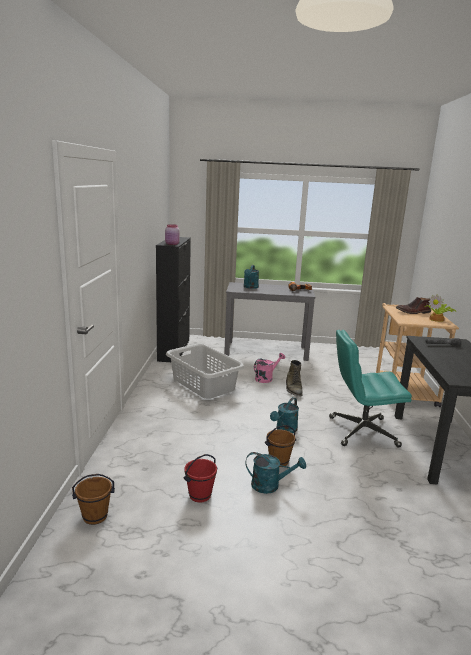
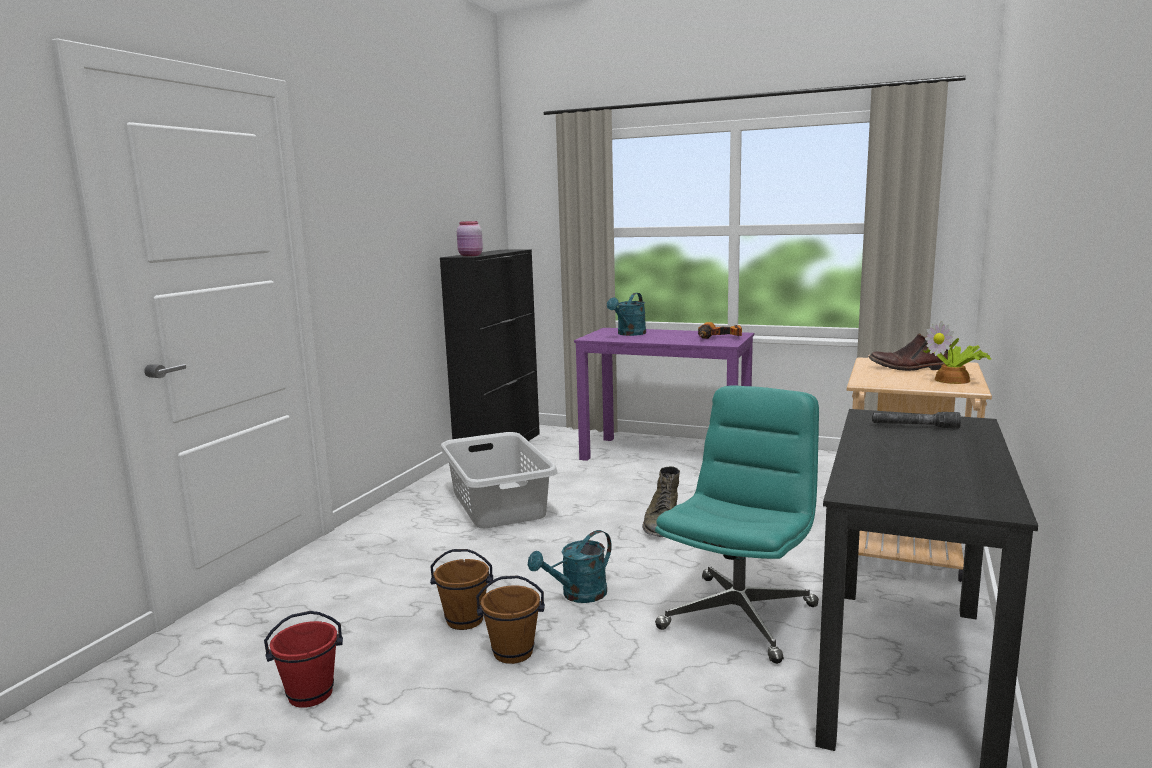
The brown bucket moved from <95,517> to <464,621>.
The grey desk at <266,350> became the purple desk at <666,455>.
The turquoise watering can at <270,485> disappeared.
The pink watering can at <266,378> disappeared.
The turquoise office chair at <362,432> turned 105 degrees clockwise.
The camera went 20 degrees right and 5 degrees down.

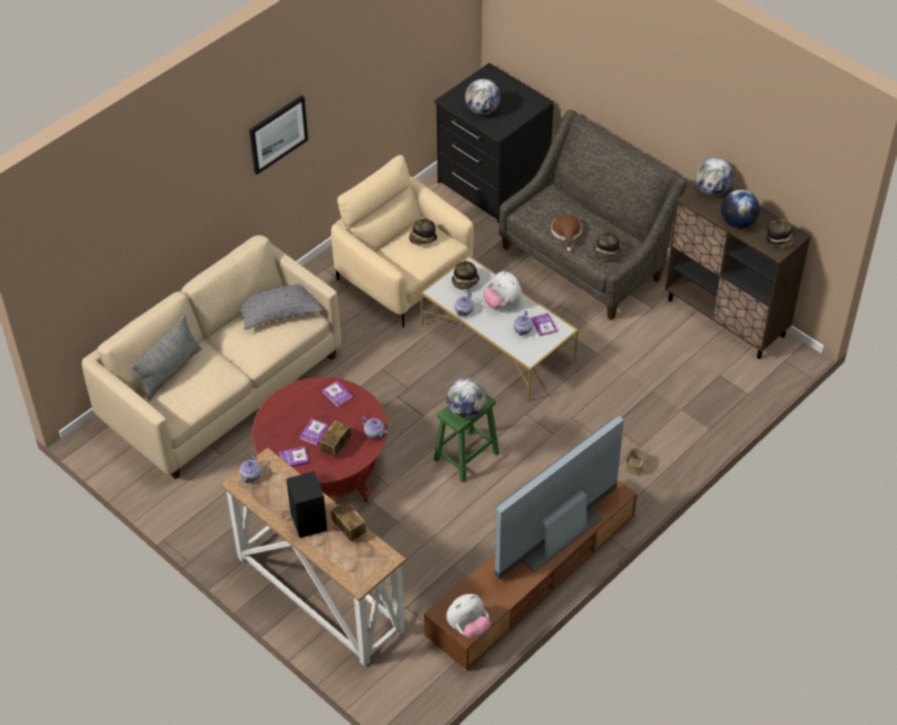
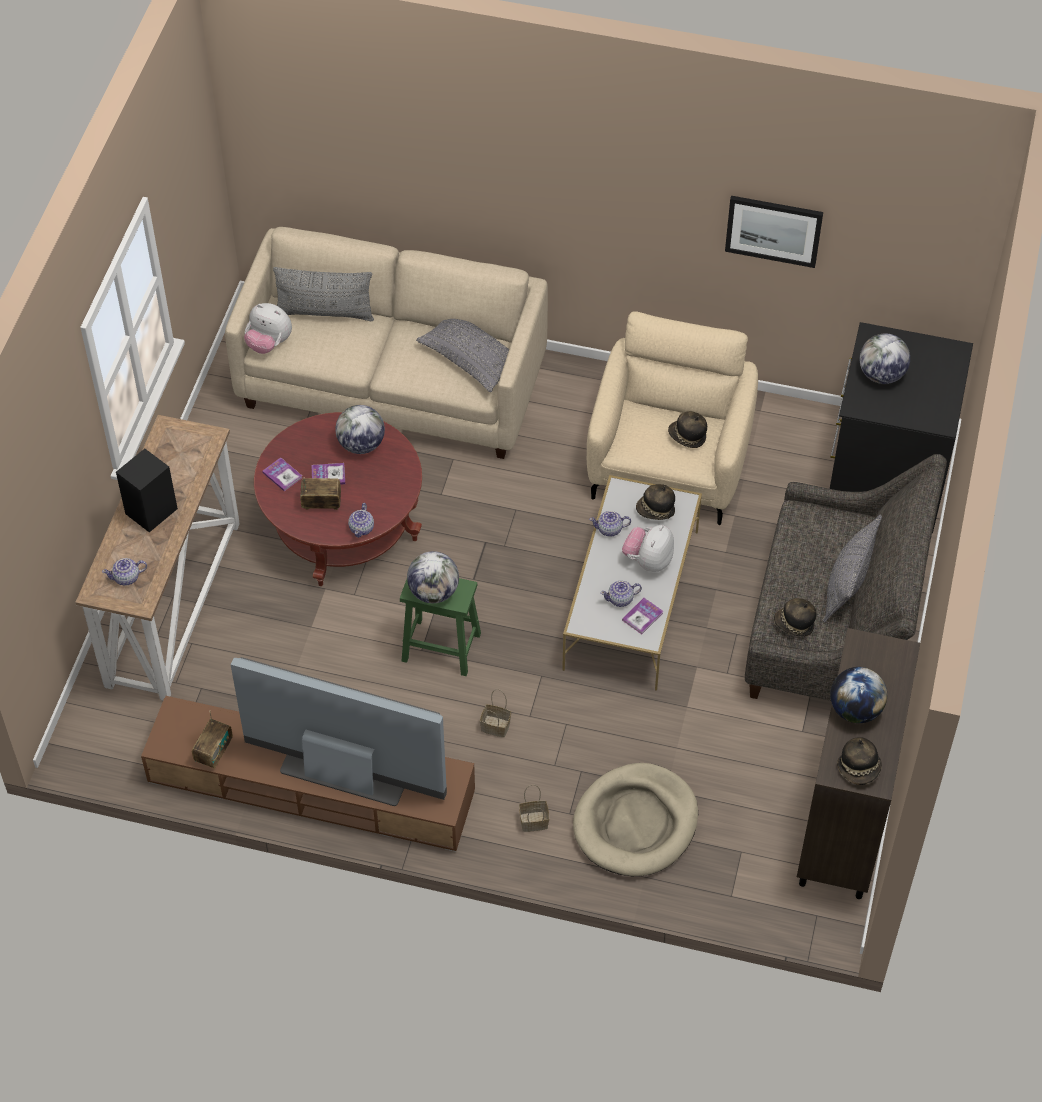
The teapot moved from <251,475> to <127,577>.
The picture moved from <278,134> to <773,230>.
The book at <337,394> disappeared.
The radio moved from <349,529> to <214,752>.
The plush toy moved from <468,627> to <269,343>.
The brown hat at <567,233> disappeared.
The globe moved from <712,190> to <361,444>.
The basket at <494,726> appeared.
The beige dog bed at <636,823> appeared.
The grey pillow at <847,584> appeared.
The camera went 60 degrees right and 5 degrees up.

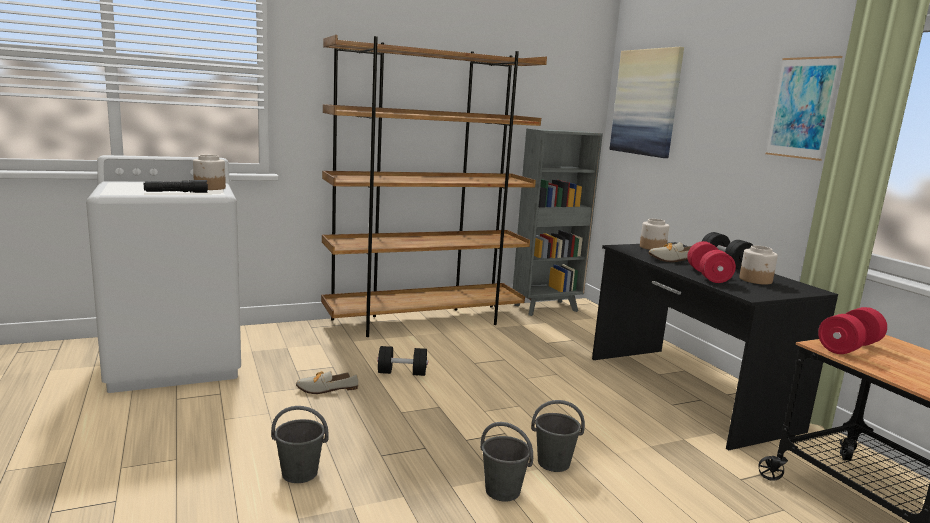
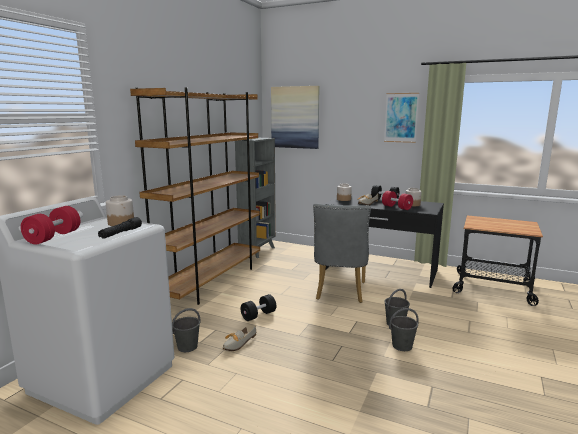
The grey bucket moved from <299,473> to <187,347>.
The red dumbbell moved from <848,347> to <53,237>.
The grey chair at <340,292> appeared.
The camera went 40 degrees left and 0 degrees up.

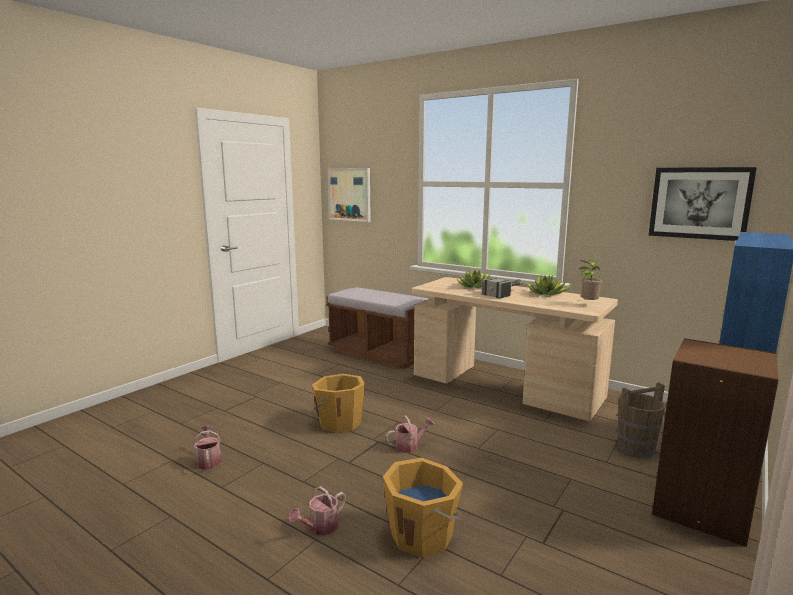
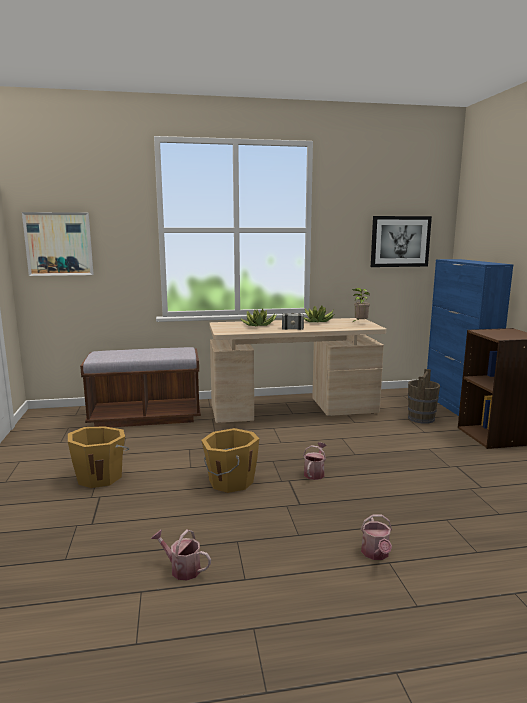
The orange bucket moved from <423,534> to <100,476>.
The camera went 45 degrees left and 0 degrees up.

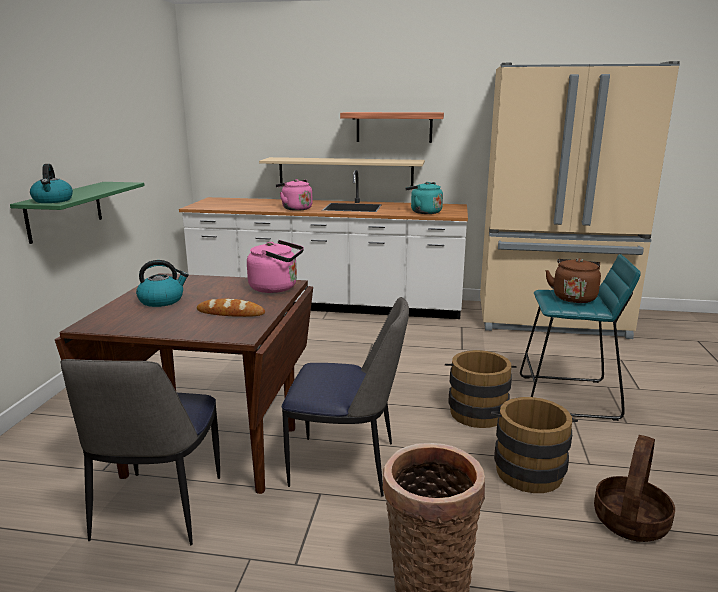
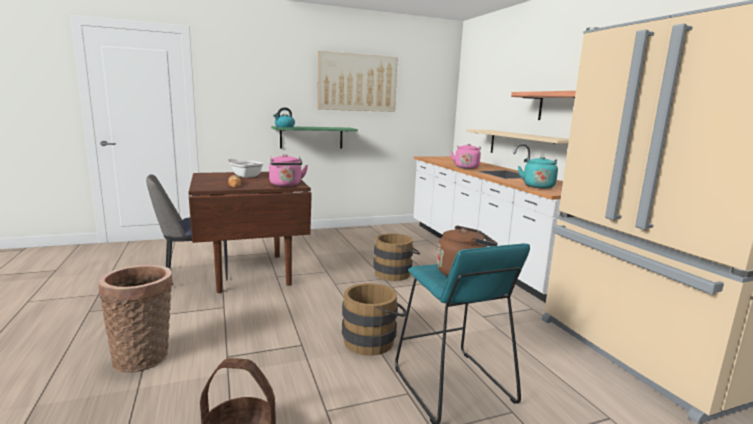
The kettle at <162,300> was replaced by the frying pan at <245,176>.
The chair at <346,465> disappeared.
The brown bucket moved from <527,468> to <395,273>.
The picture at <357,82> appeared.
The camera went 60 degrees right and 5 degrees down.

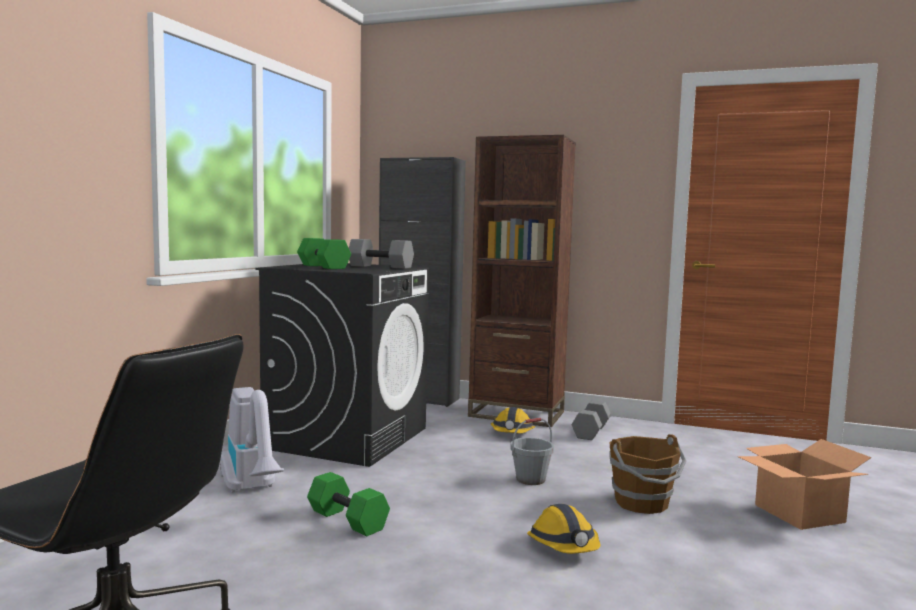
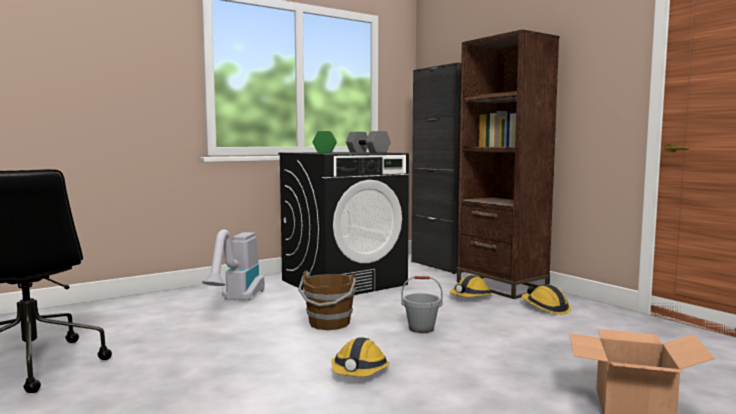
The green dumbbell at <346,520> disappeared.
The grey dumbbell at <592,432> was replaced by the hard hat at <545,308>.
The brown bucket moved from <642,503> to <329,323>.
The camera went 35 degrees right and 0 degrees up.

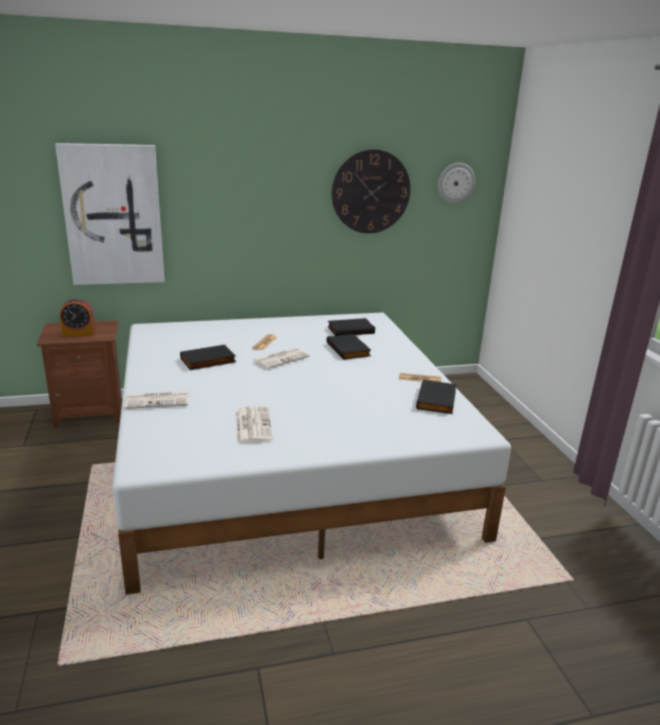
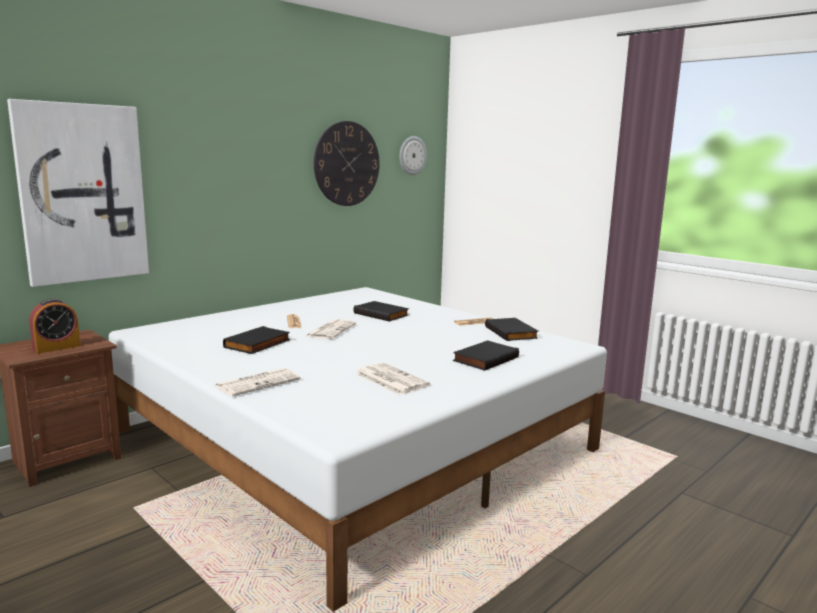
The black book moved from <350,329> to <485,358>.
The camera went 30 degrees left and 10 degrees down.

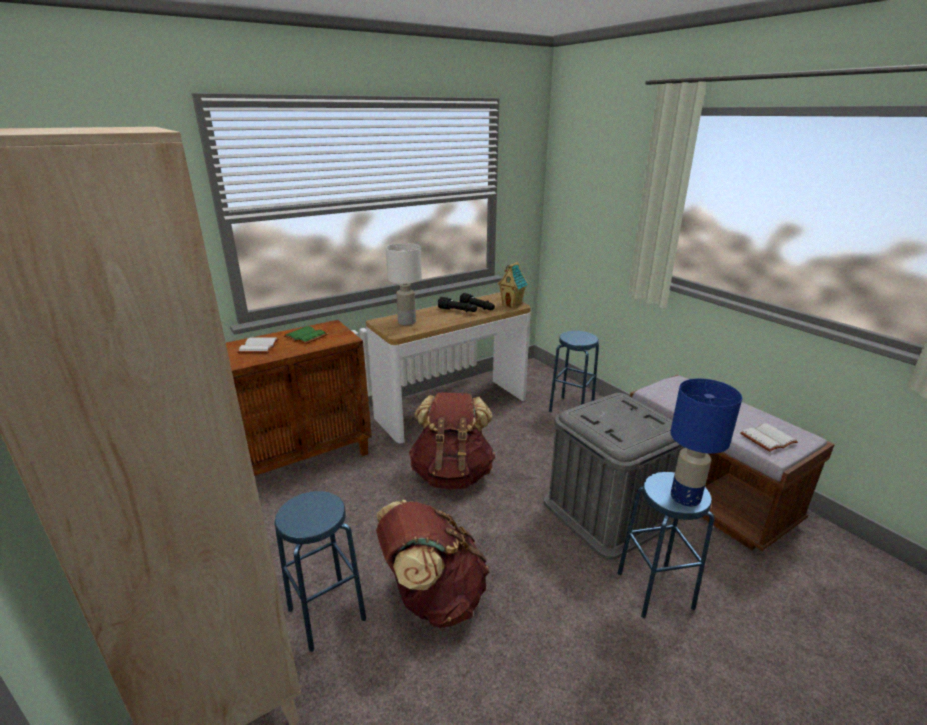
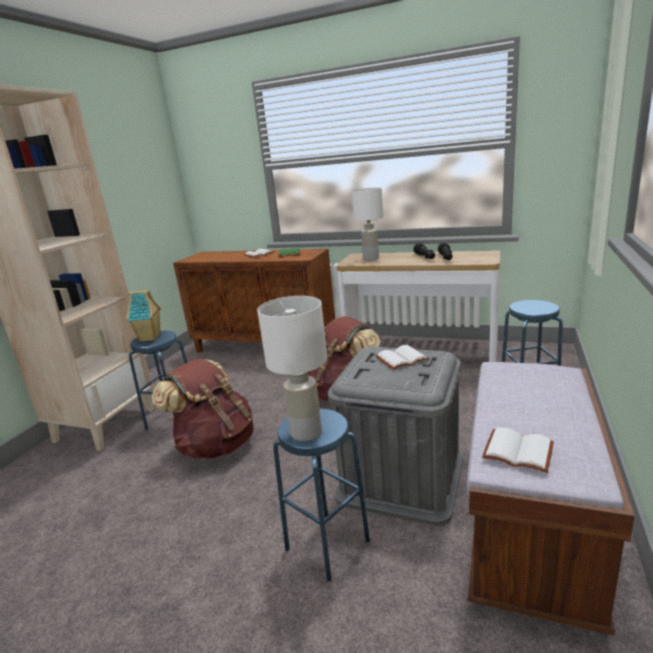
The toy house moved from <512,304> to <150,338>.
The blue table lamp at <684,497> became the white table lamp at <306,432>.
The white book at <402,359> appeared.
The camera went 55 degrees right and 5 degrees down.

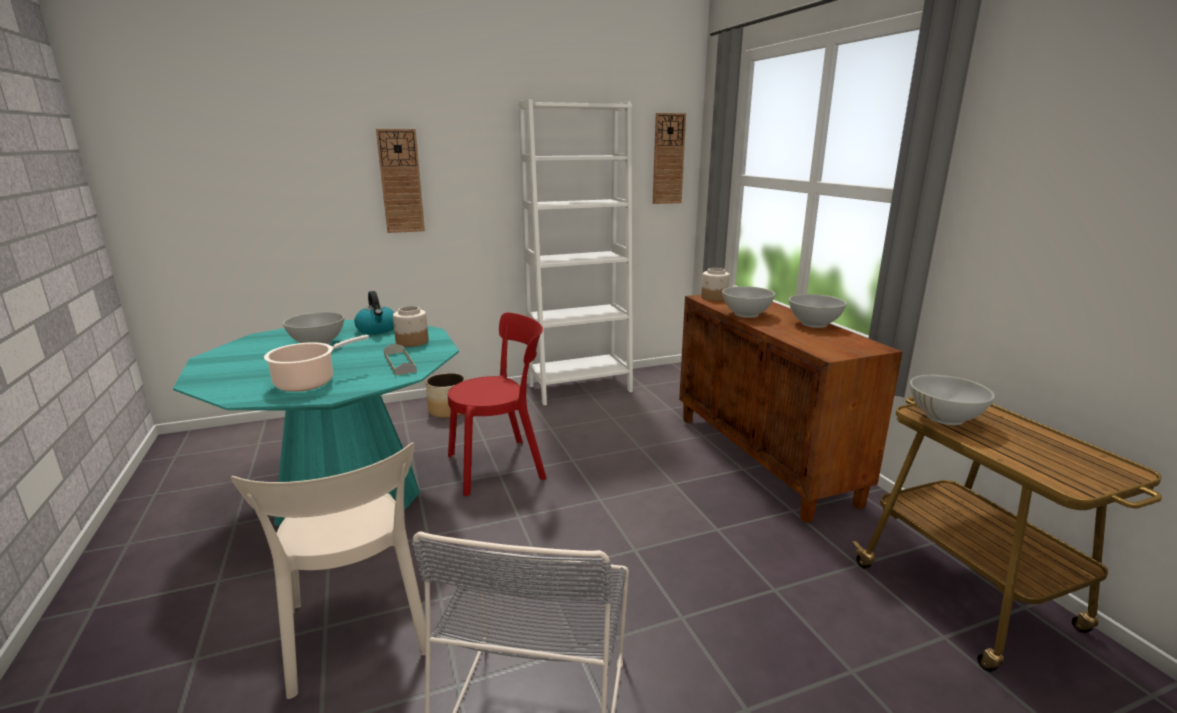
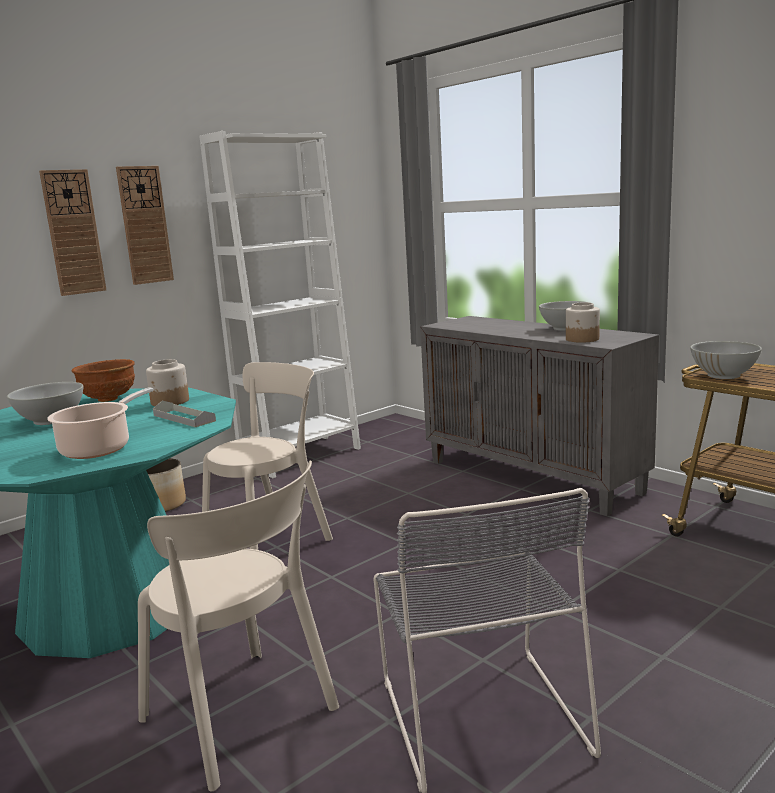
The kettle at <377,329> was replaced by the brown bowl at <109,399>.
The red chair at <501,465> became the beige chair at <272,539>.
The wall clock moved from <668,159> to <145,225>.
The brown cabinet at <764,458> became the grey cabinet at <533,477>.
The jar moved from <714,297> to <582,339>.
The white bowl at <746,314> disappeared.
The camera went 20 degrees left and 5 degrees down.

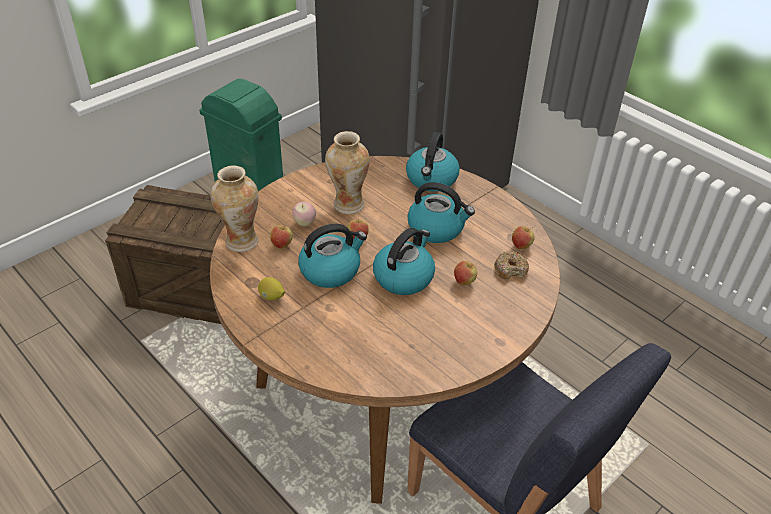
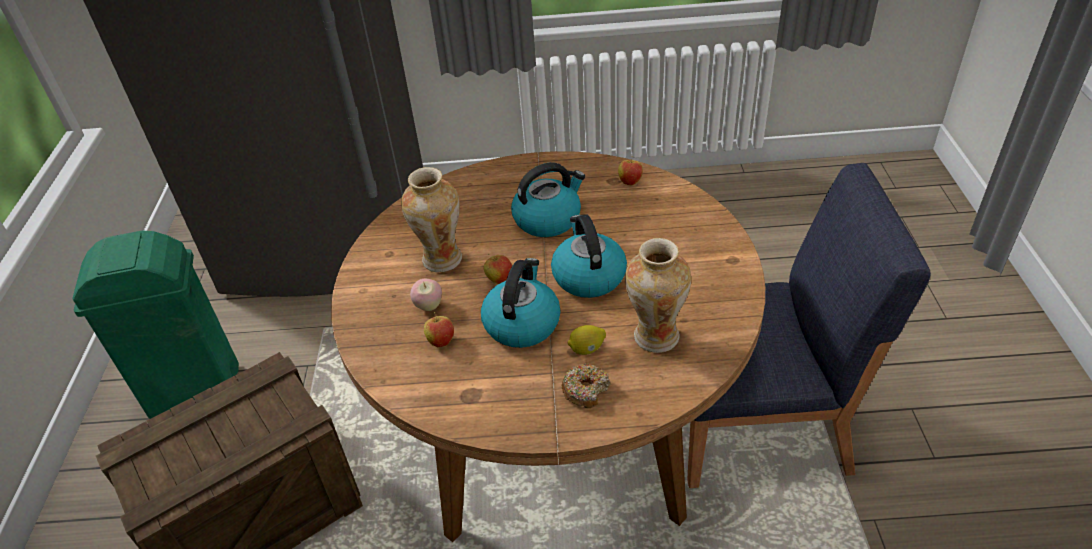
The vase moved from <241,241> to <655,337>.
The lemon moved from <271,297> to <587,349>.
The kettle at <432,179> disappeared.
The apple at <464,281> disappeared.
The donut moved from <510,269> to <586,390>.
The camera went 45 degrees left and 0 degrees up.

